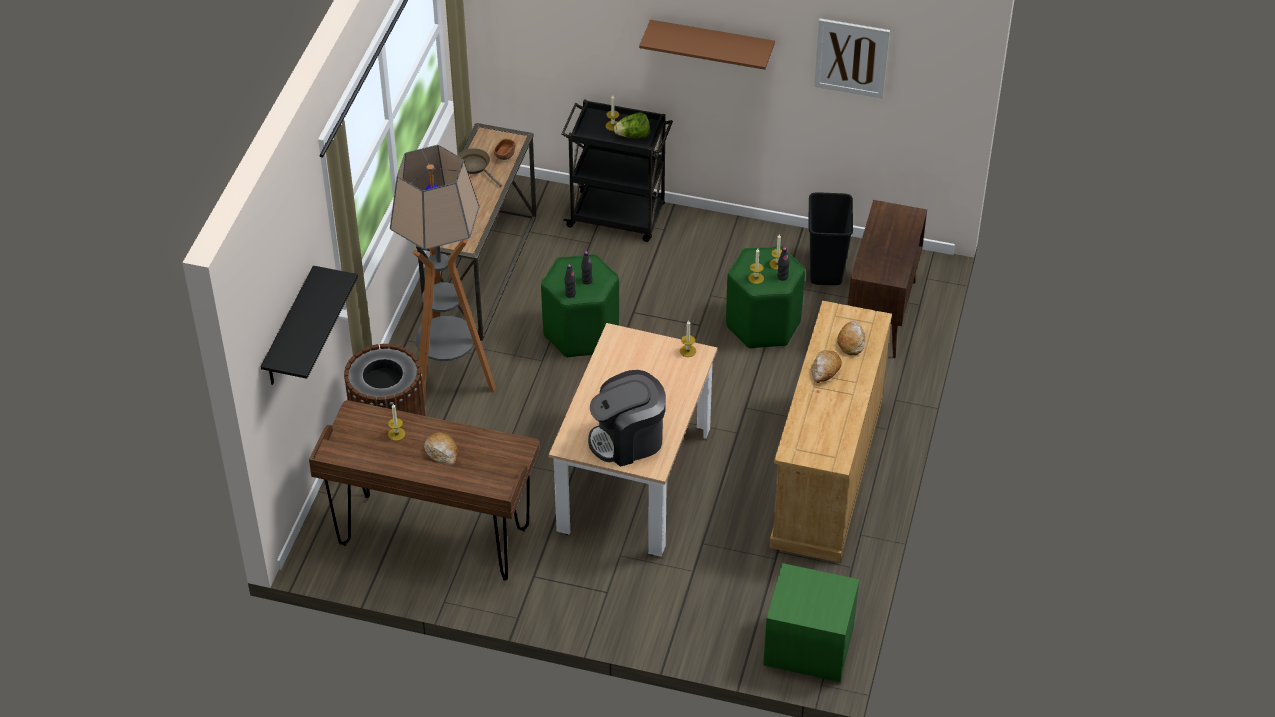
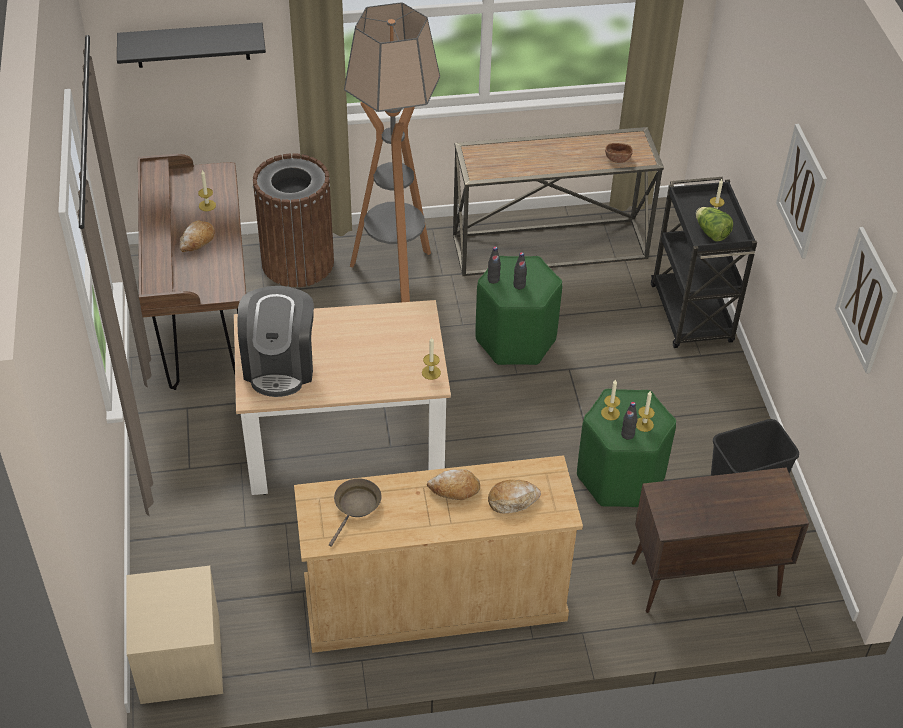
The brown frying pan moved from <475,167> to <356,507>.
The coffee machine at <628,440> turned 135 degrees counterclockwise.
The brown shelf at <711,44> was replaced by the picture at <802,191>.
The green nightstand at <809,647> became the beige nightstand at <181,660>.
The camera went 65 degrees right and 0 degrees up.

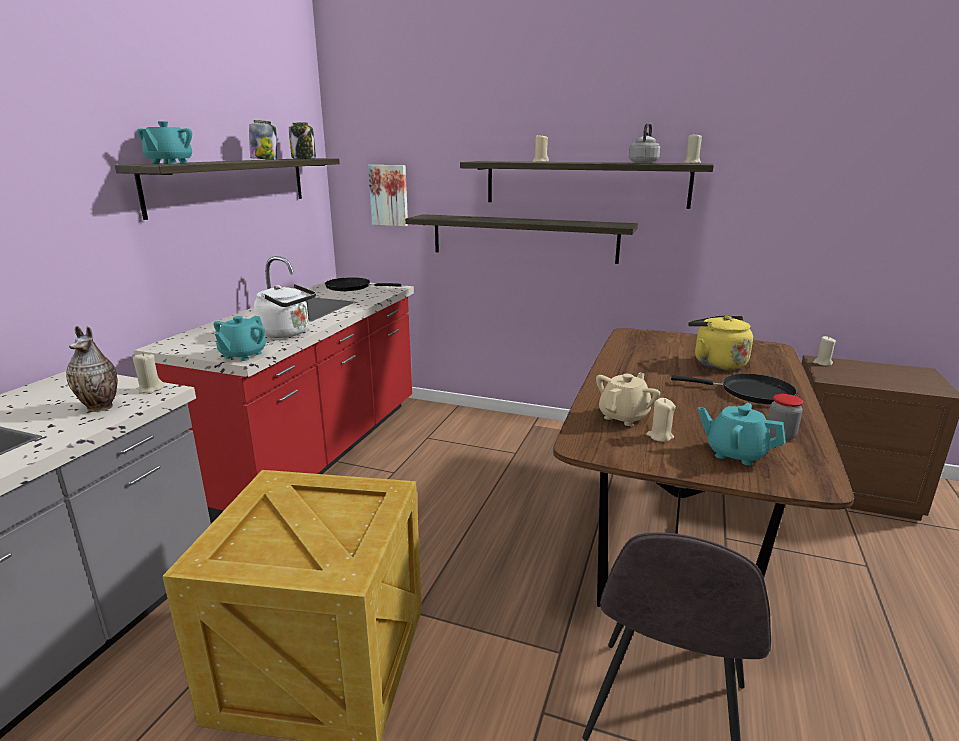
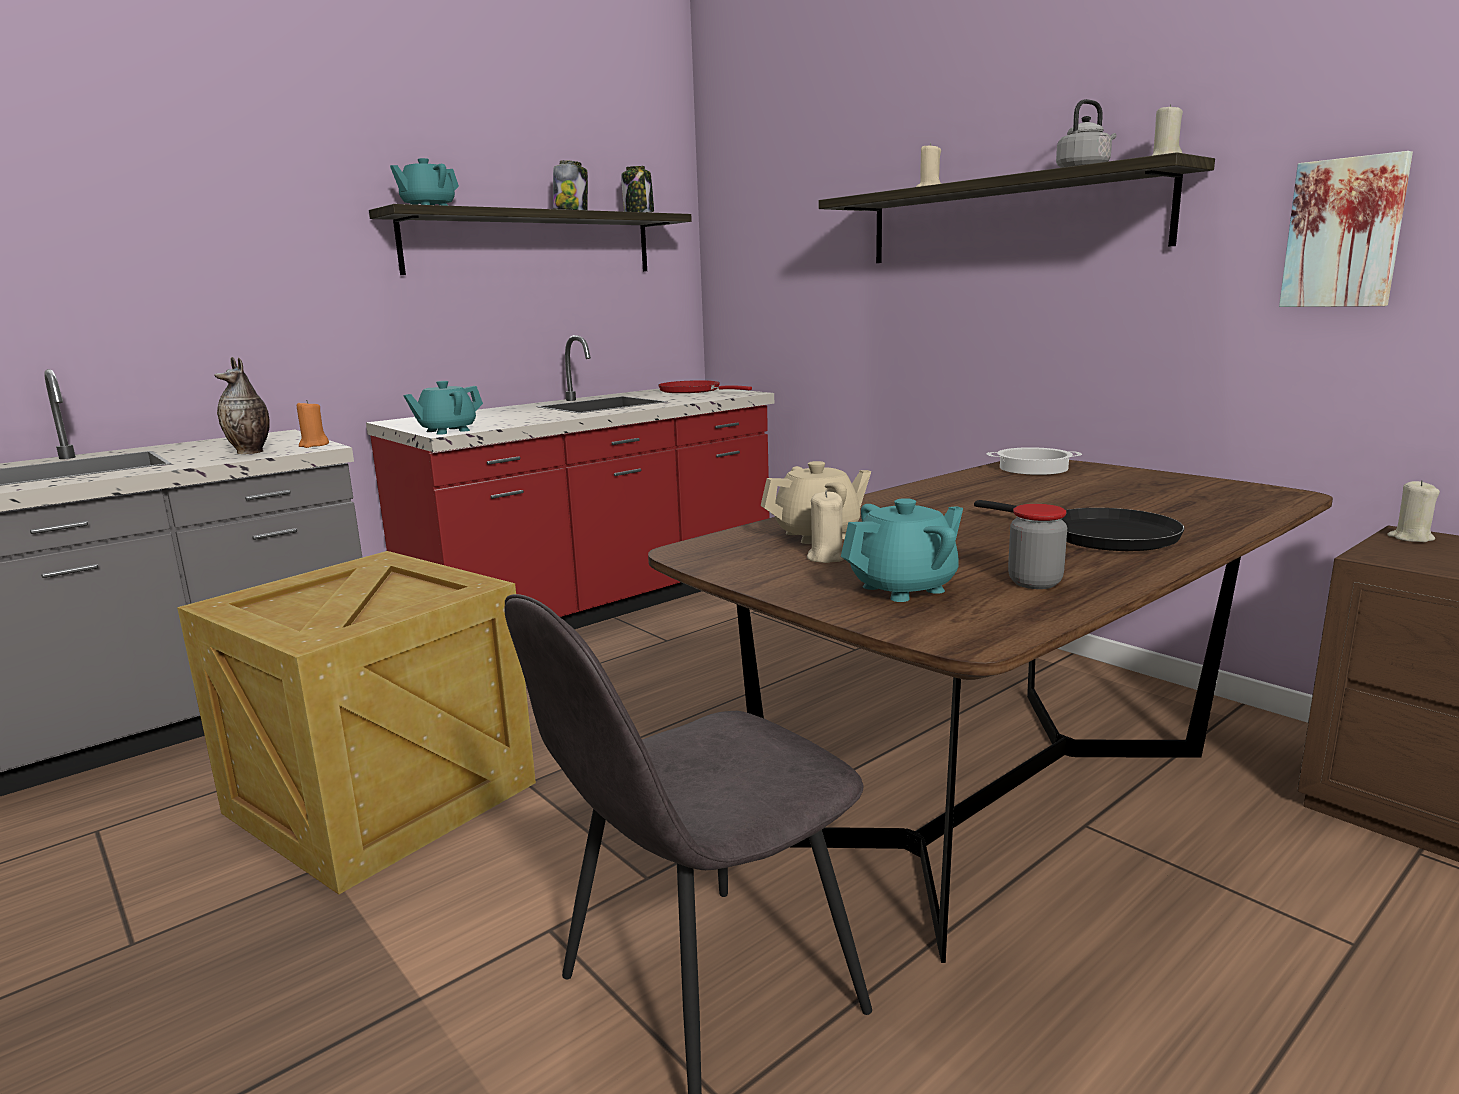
The beige candle at <150,389> became the orange candle at <313,445>.
The white kettle at <287,333> disappeared.
The black frying pan at <351,287> became the red frying pan at <693,391>.
The picture moved from <389,195> to <1344,233>.
The shelf at <523,238> disappeared.
The yellow kettle at <716,363> disappeared.
The turquoise teapot at <735,454> turned 90 degrees clockwise.
The cooking pot at <1033,468> appeared.
The camera went 30 degrees right and 5 degrees down.

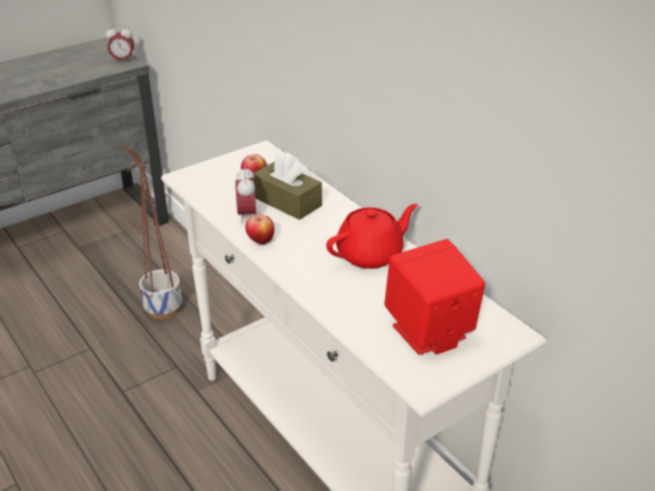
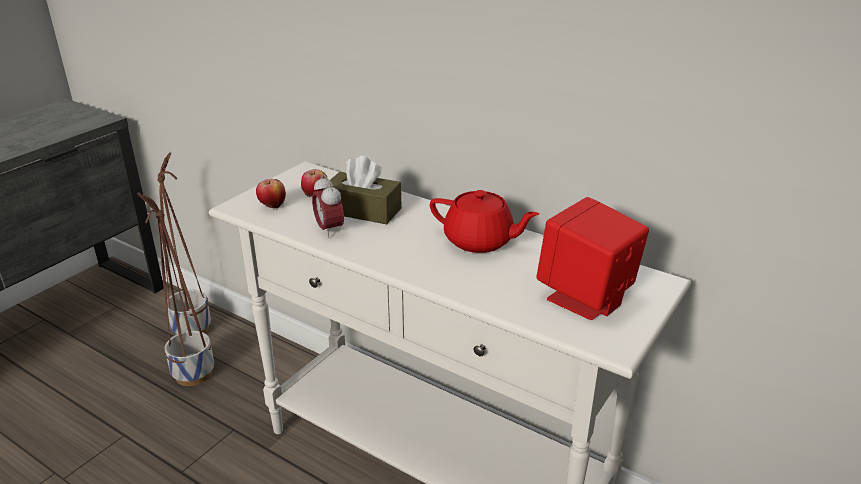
The alarm clock at <123,60> disappeared.
The apple moved from <260,242> to <272,207>.
The red teapot at <371,254> turned 75 degrees clockwise.
The planter at <192,329> appeared.
The camera went 20 degrees left and 5 degrees down.

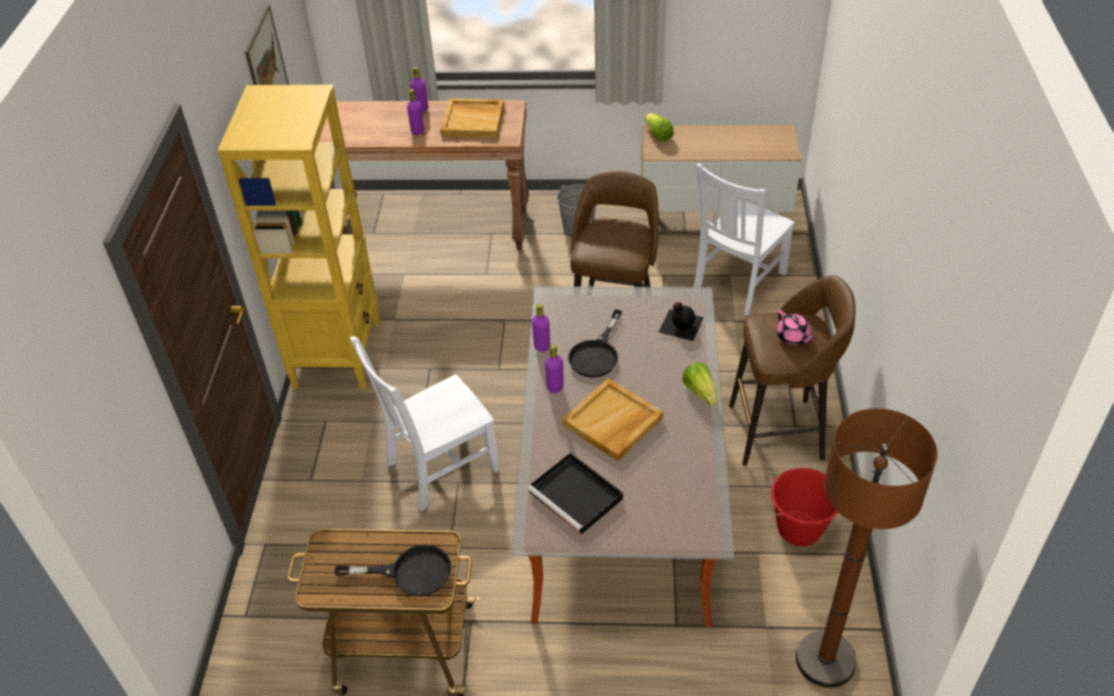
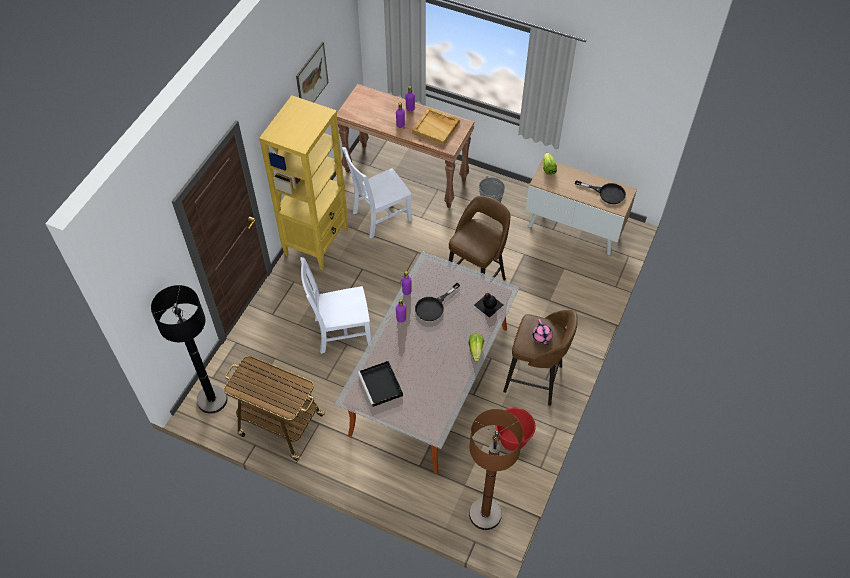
The black frying pan moved from <410,572> to <606,193>.
The beige tray at <613,422> disappeared.
The white chair moved from <737,283> to <380,217>.
The black floor lamp at <212,400> appeared.
The camera went 20 degrees right and 10 degrees up.

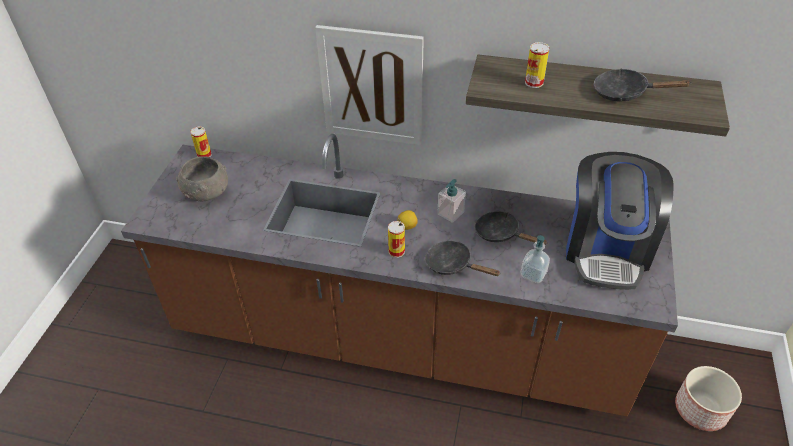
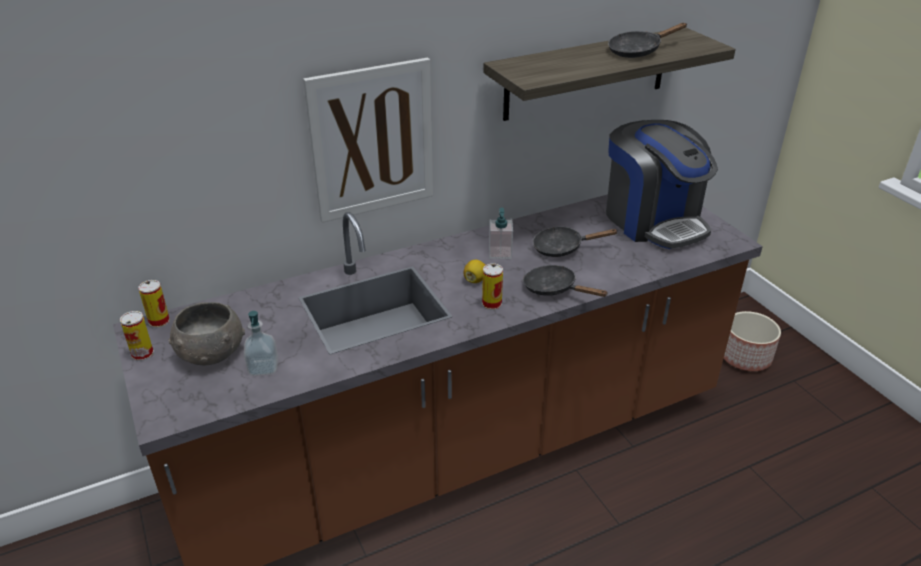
The black frying pan at <452,265> turned 45 degrees clockwise.
The soap dispenser moved from <533,274> to <263,367>.
The can moved from <534,82> to <142,354>.
The camera went 40 degrees left and 10 degrees down.

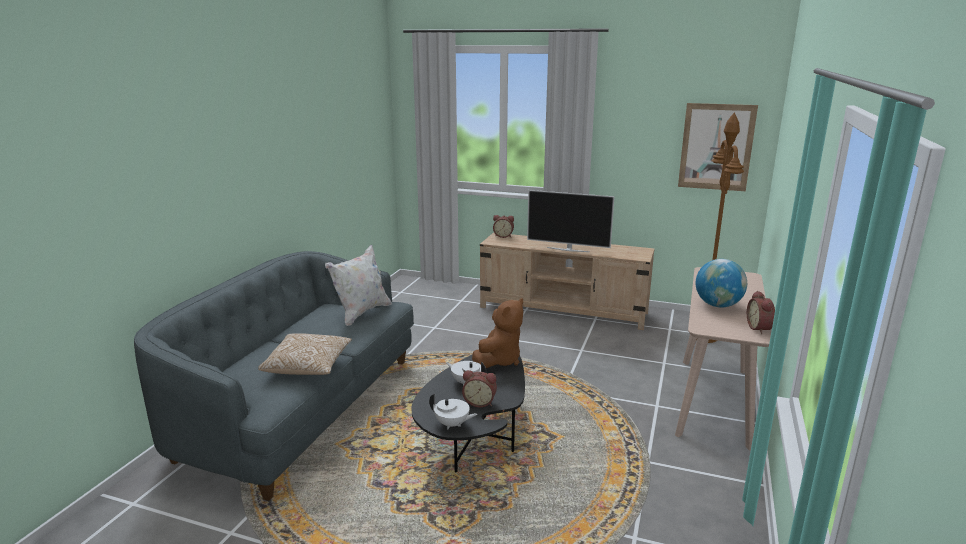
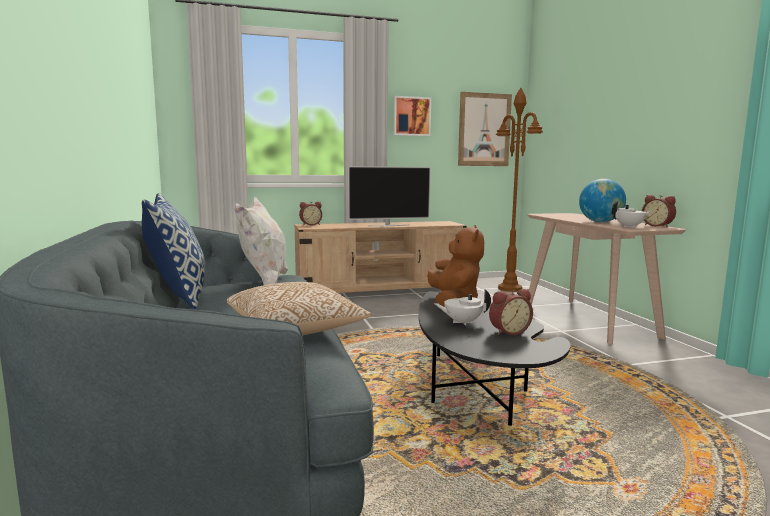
The white teapot moved from <452,424> to <629,227>.
The pillow at <179,296> appeared.
The picture at <411,116> appeared.
The camera went 35 degrees left and 10 degrees down.

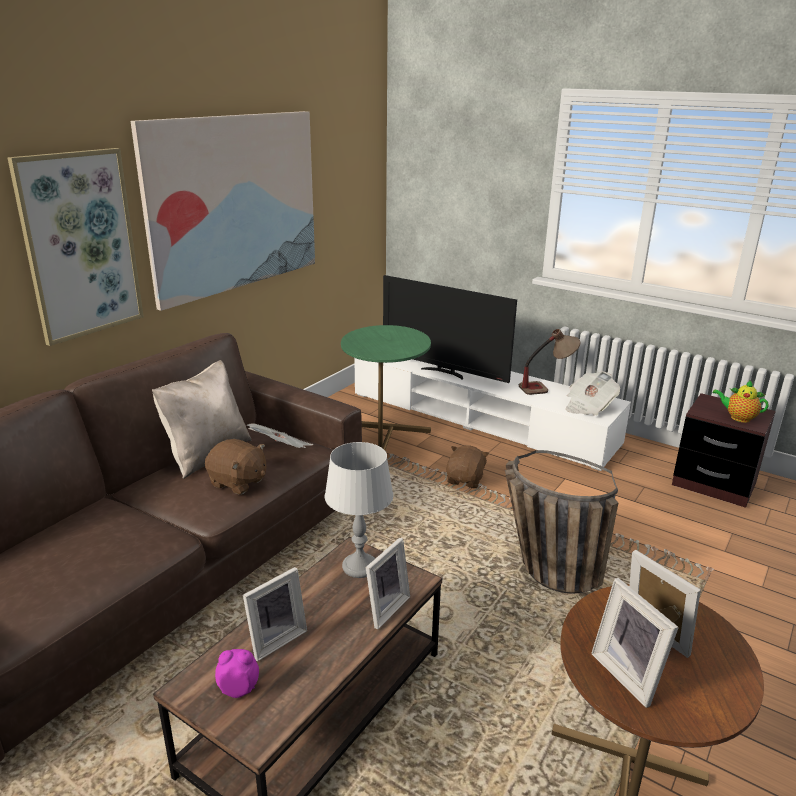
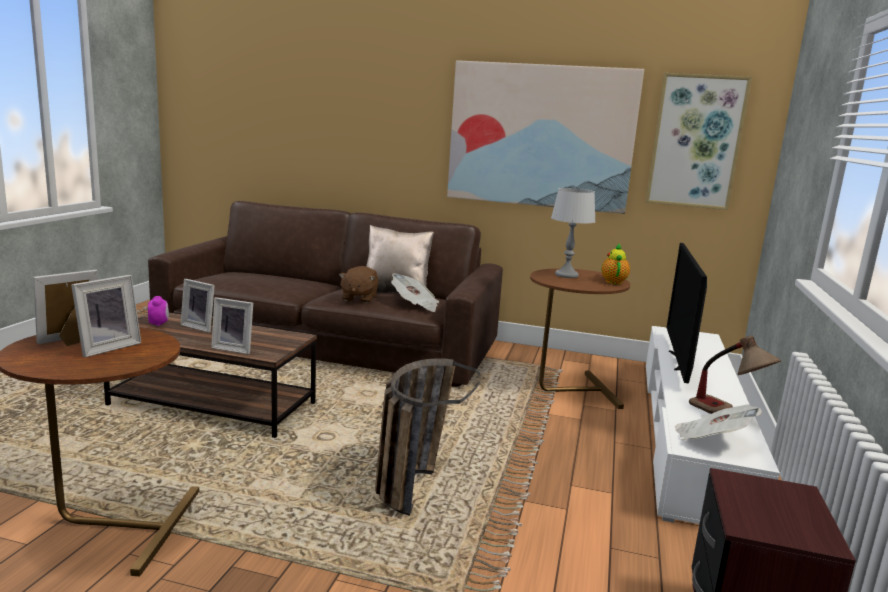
The picture moved from <80,245> to <696,142>.
The grey table lamp moved from <360,566> to <567,275>.
The green side table at <385,444> became the brown side table at <567,391>.
The brown plush toy at <465,480> disappeared.
The teapot moved from <738,418> to <613,281>.
The camera went 70 degrees right and 10 degrees down.

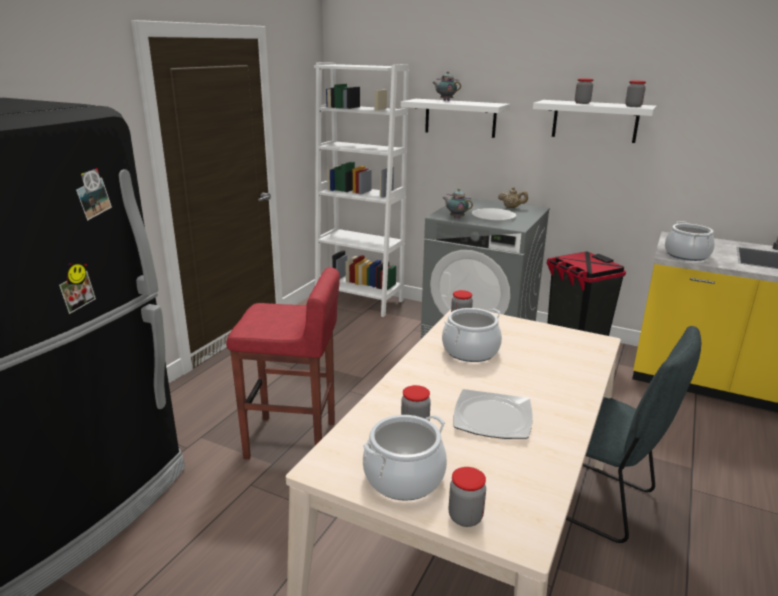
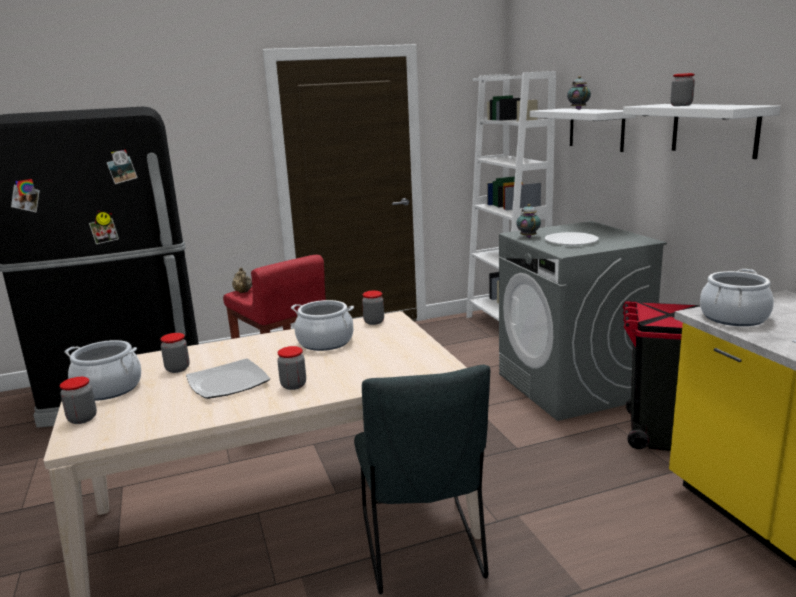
The beige teapot moved from <512,207> to <243,292>.
The jar moved from <633,106> to <293,385>.
The camera went 45 degrees right and 5 degrees down.

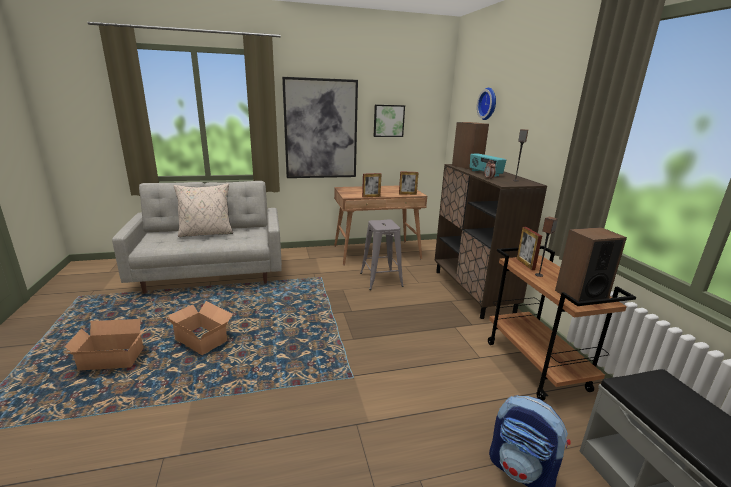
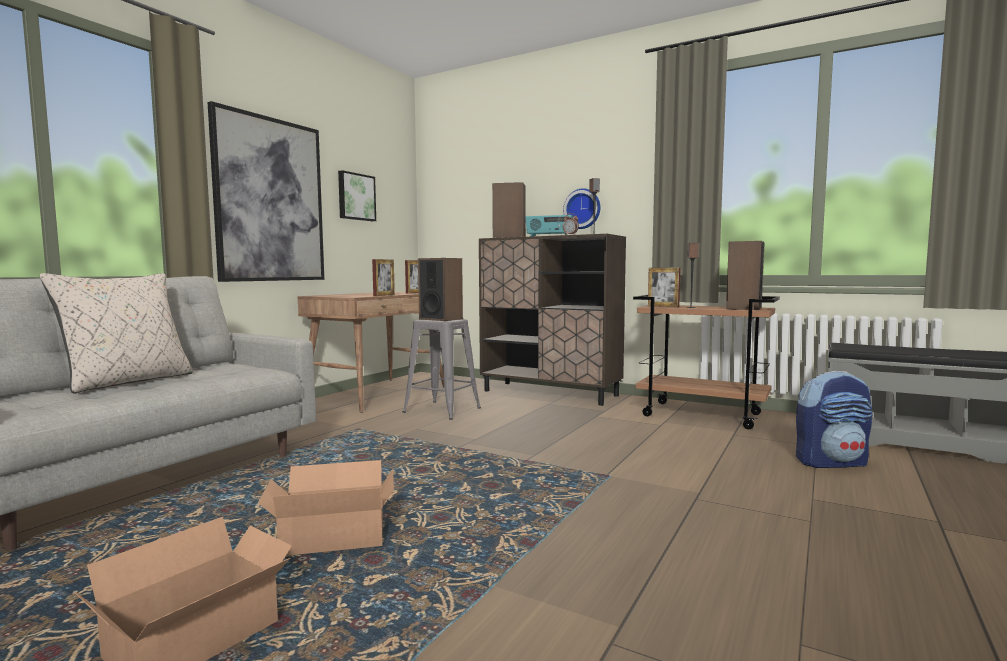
The wall clock moved from <488,104> to <583,209>.
The speaker at <441,319> appeared.
The camera went 45 degrees left and 15 degrees down.

